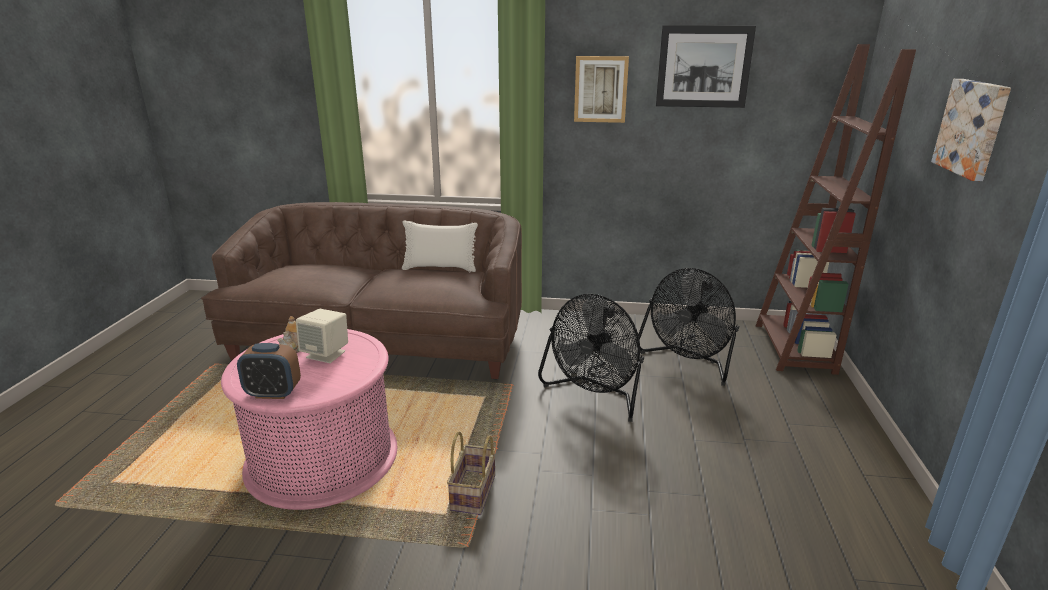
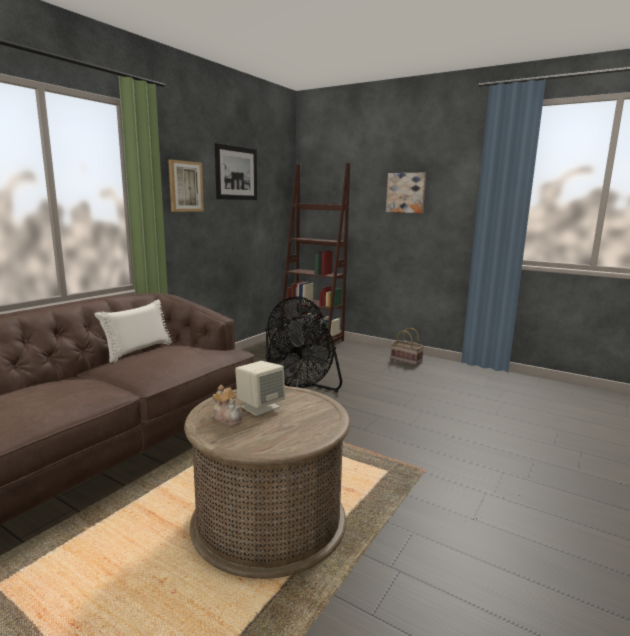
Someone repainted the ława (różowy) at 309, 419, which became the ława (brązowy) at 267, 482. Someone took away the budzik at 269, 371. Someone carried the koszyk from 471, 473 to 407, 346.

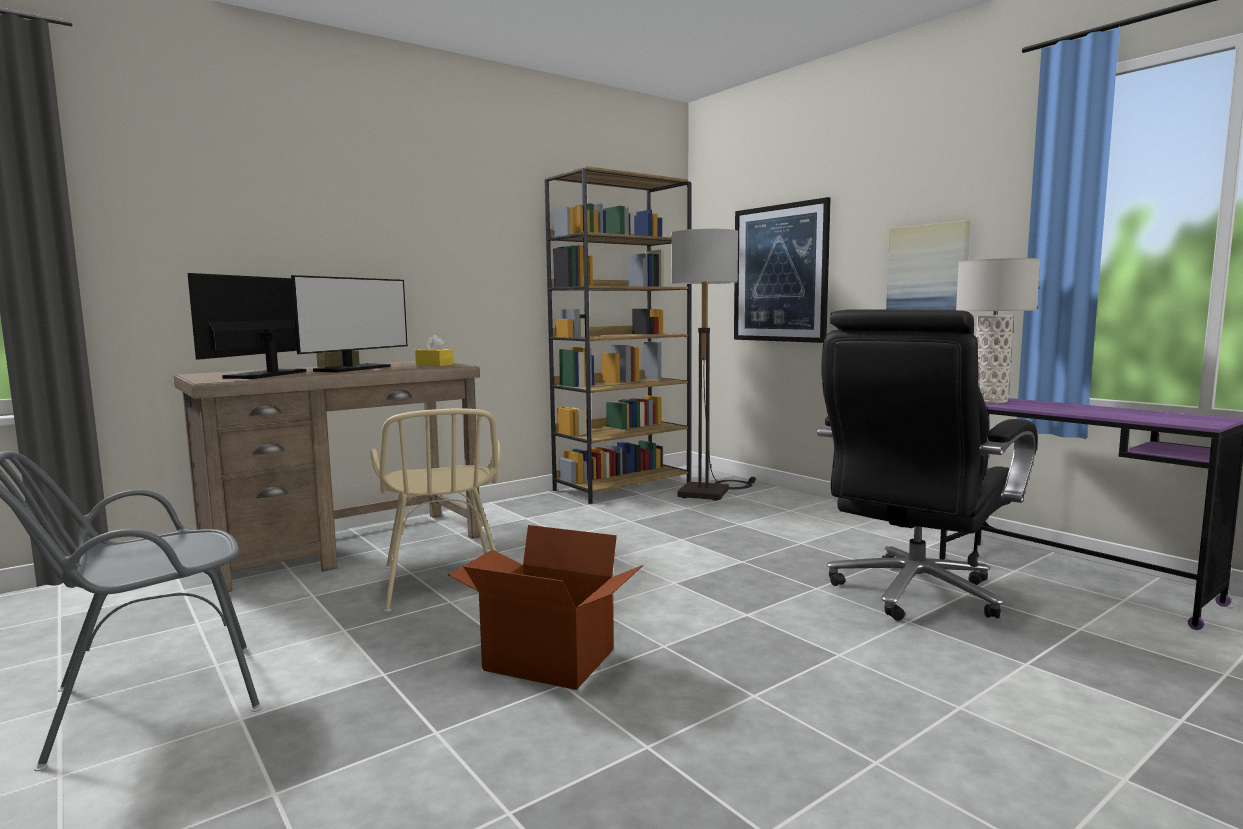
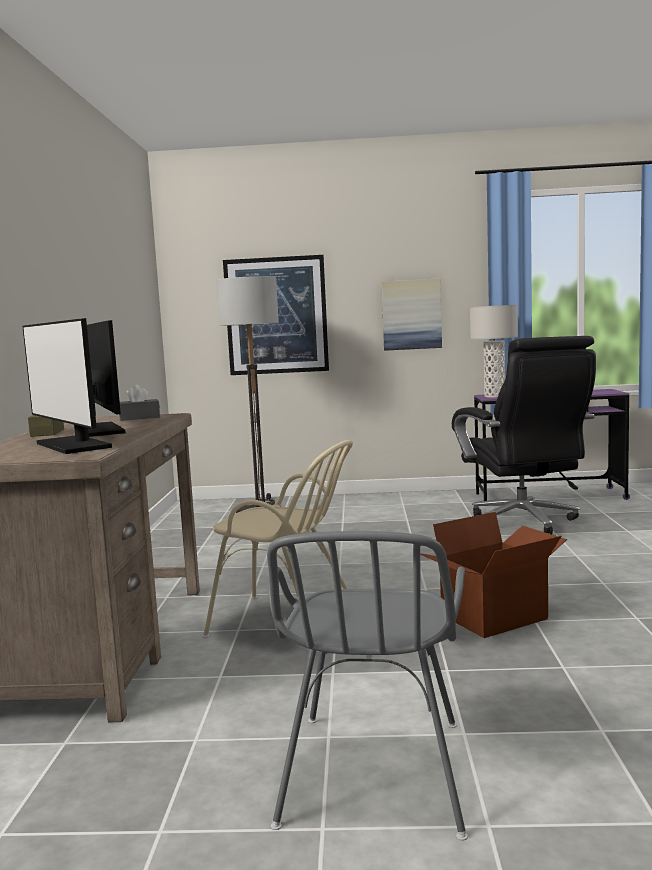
Someone repainted the pudełko chusteczek (żółty) at 434, 350, which became the pudełko chusteczek (szary) at 139, 403. Someone took away the regał (brązowy) at 618, 335.

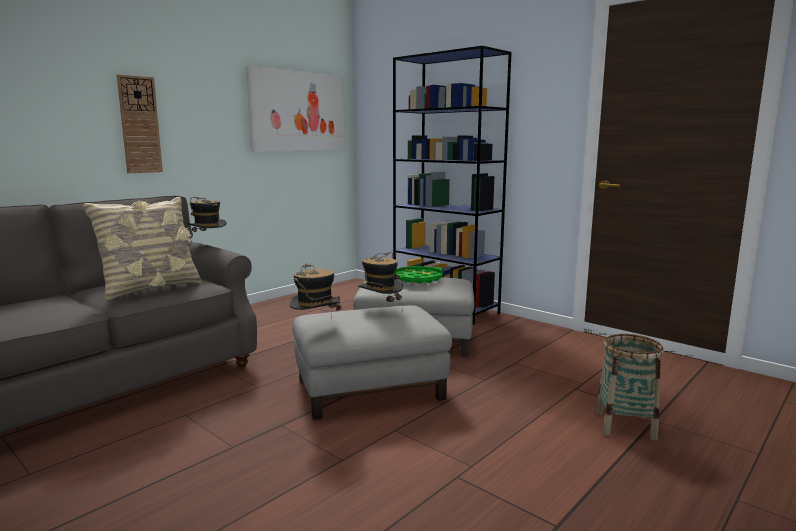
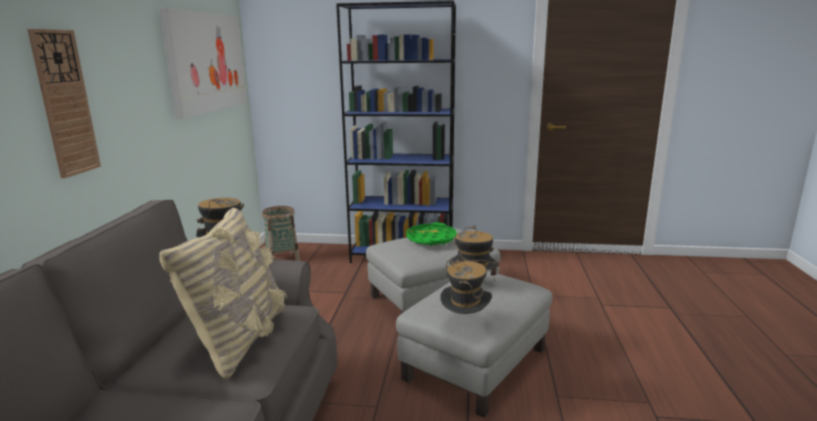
Someone carried the koszyk from 630, 387 to 281, 233.

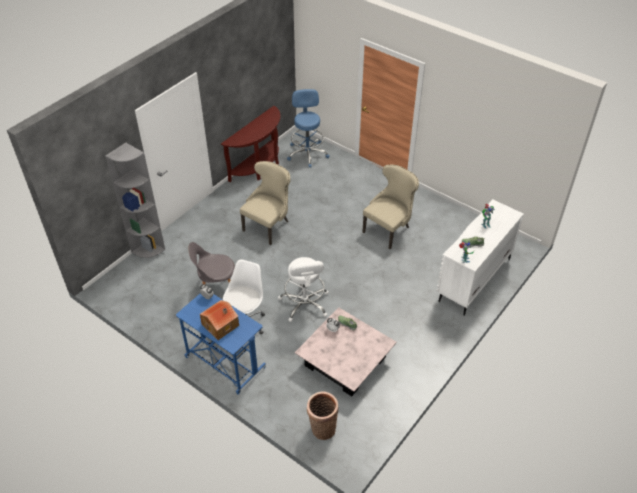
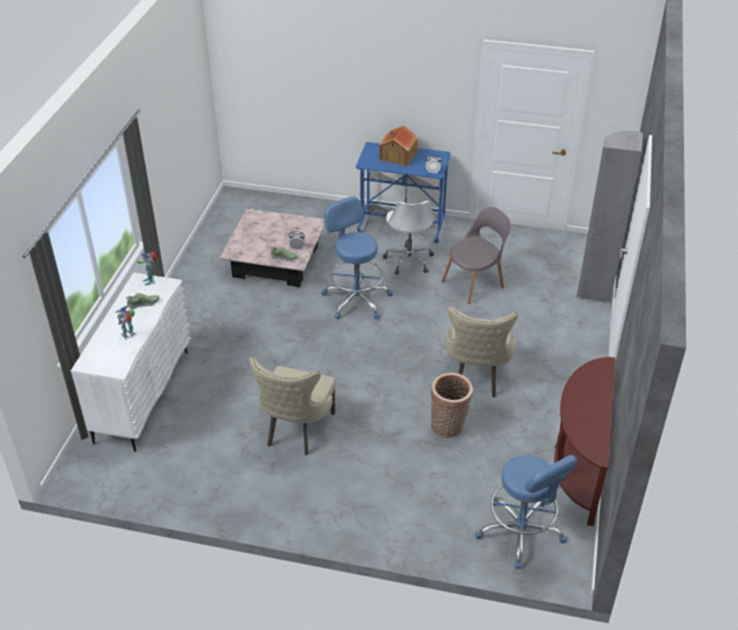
Someone repainted the stołek (biały) at 303, 289, which became the stołek (niebieski) at 357, 257. Someone carried the koszyk from 323, 415 to 452, 405.

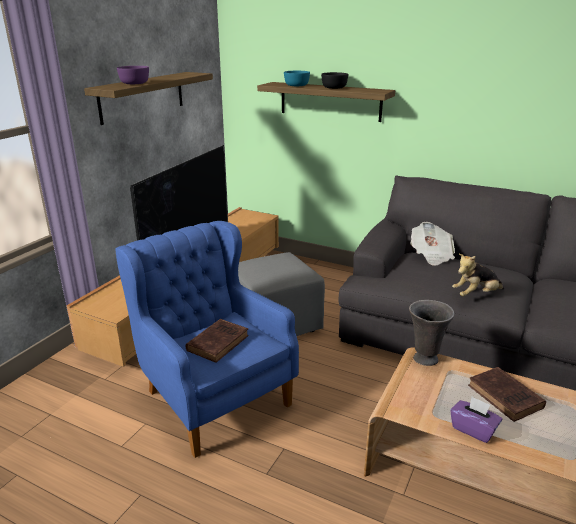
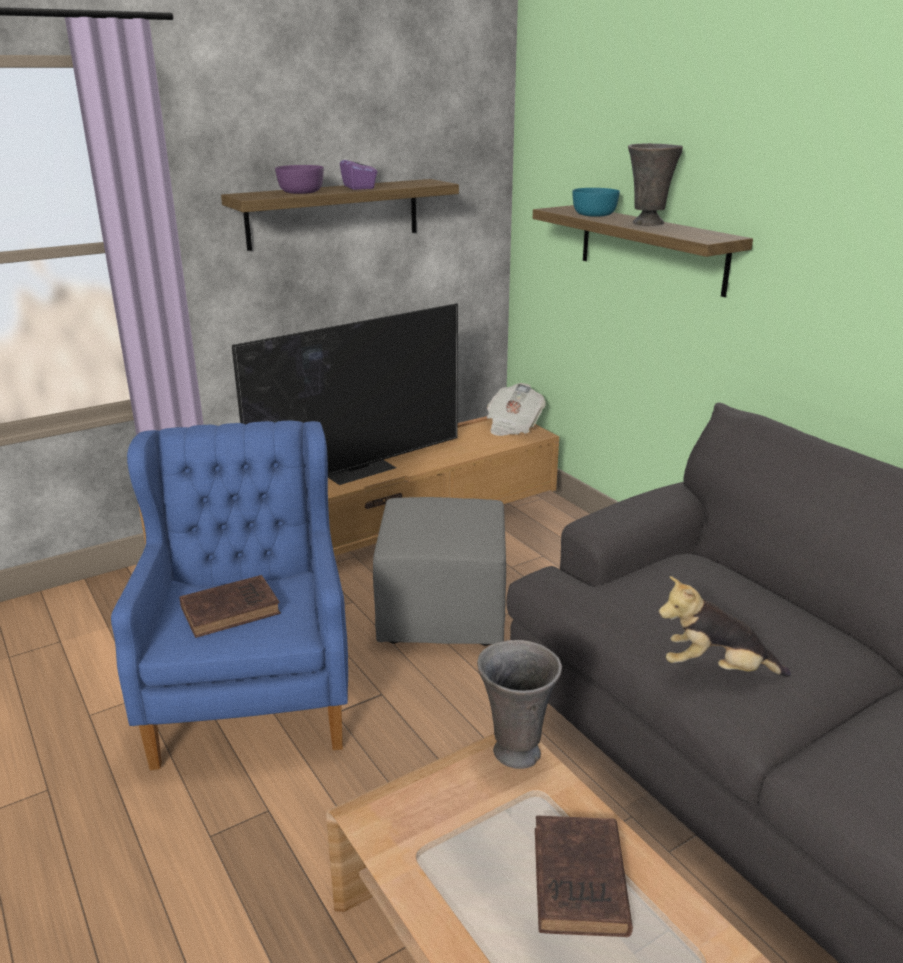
Someone swapped the miska (czarny) at 334, 80 for the wazon (szary) at 655, 184. Someone carried the gazeta from 433, 244 to 516, 409. Someone carried the pudełko chusteczek (fioletowy) from 476, 420 to 358, 170.

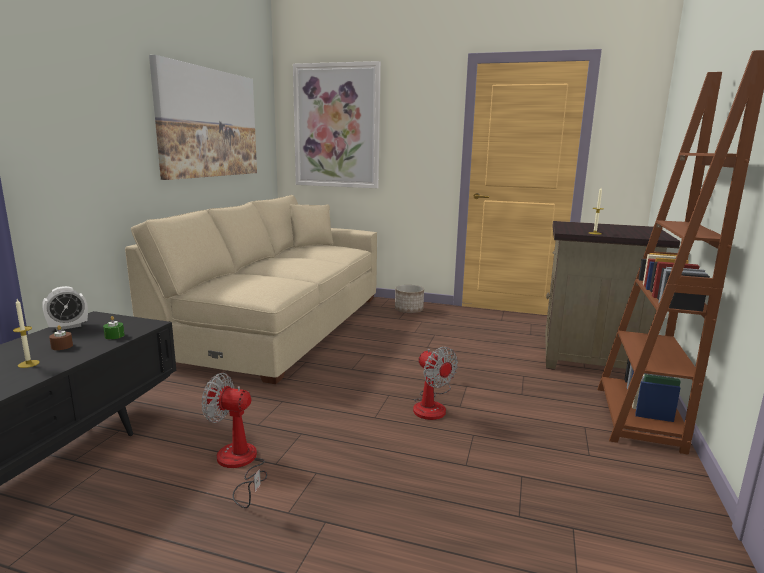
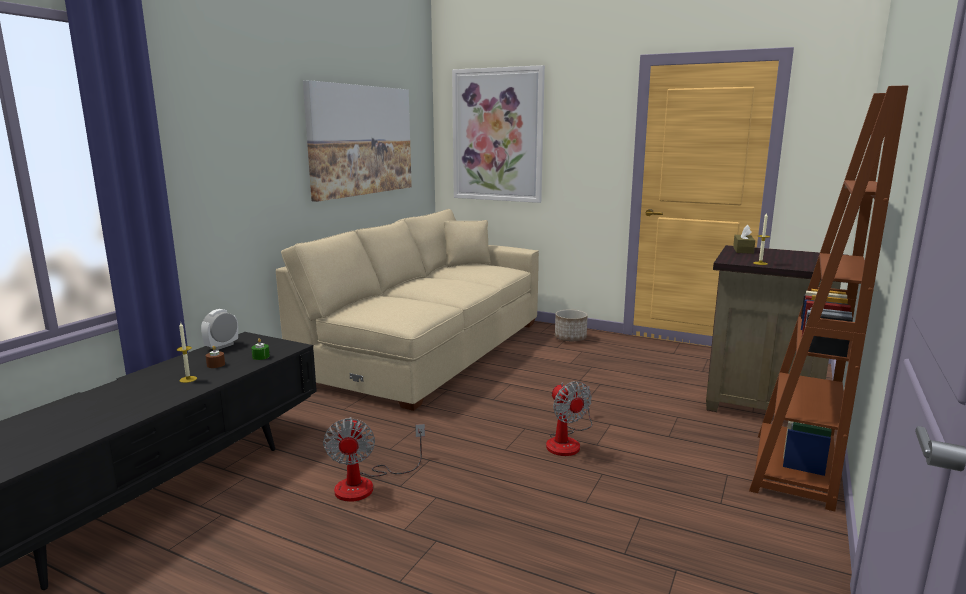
Someone rotated the budzik at 65, 308 by 150 degrees clockwise. Someone rotated the wentylator at 234, 440 by 120 degrees counterclockwise. Someone put down the pudełko chusteczek (brązowy) at 744, 239.

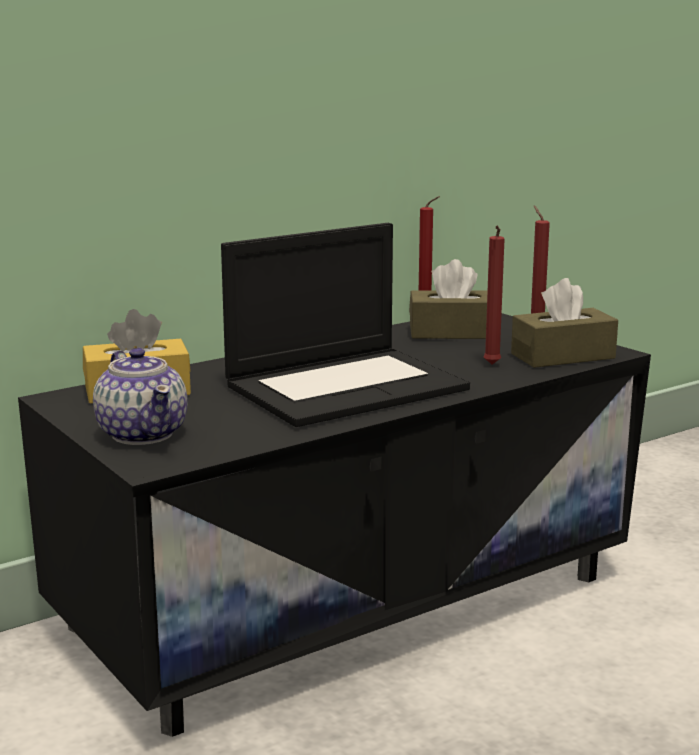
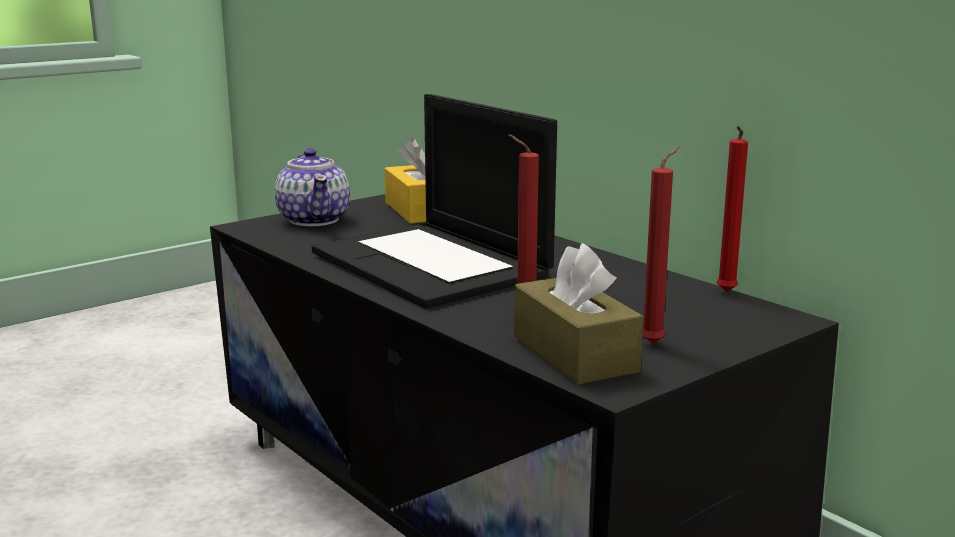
Someone rotated the imbryk at 140, 396 by 75 degrees counterclockwise. Someone took away the pudełko chusteczek (brązowy) at 448, 299.

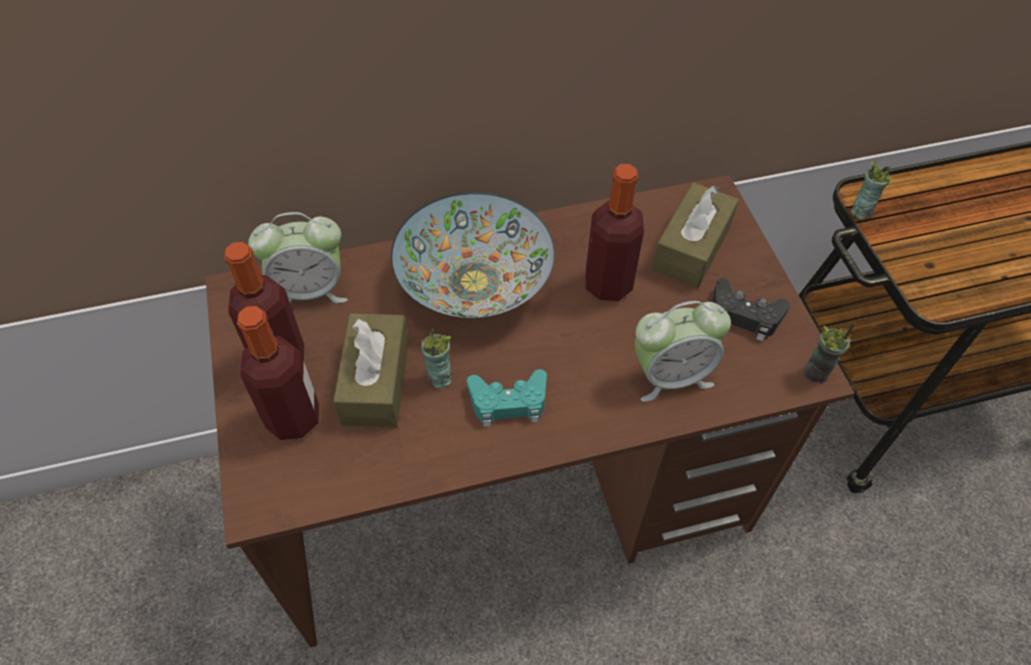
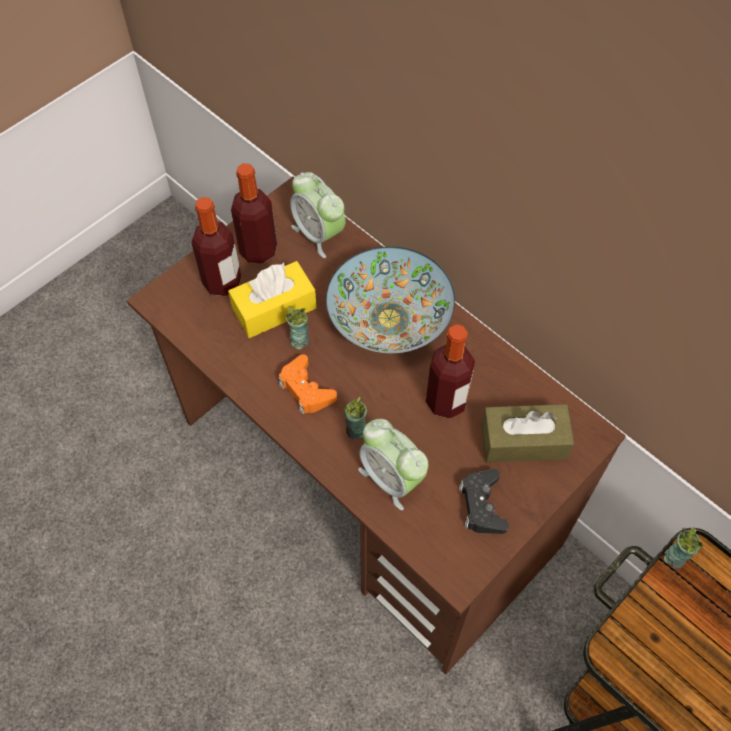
Someone repainted the pudełko chusteczek (brązowy) at 371, 370, which became the pudełko chusteczek (żółty) at 272, 299. Someone repainted the pad do gier (turkusowy) at 507, 398, which became the pad do gier (pomarańczowy) at 308, 384. Someone carried the filiżanka from 829, 352 to 355, 418.

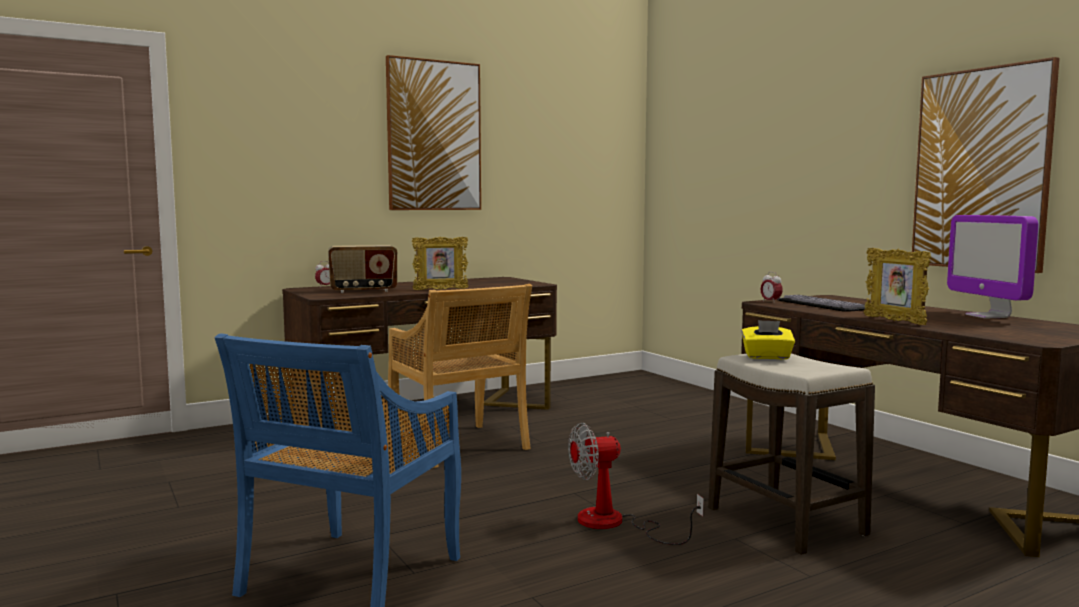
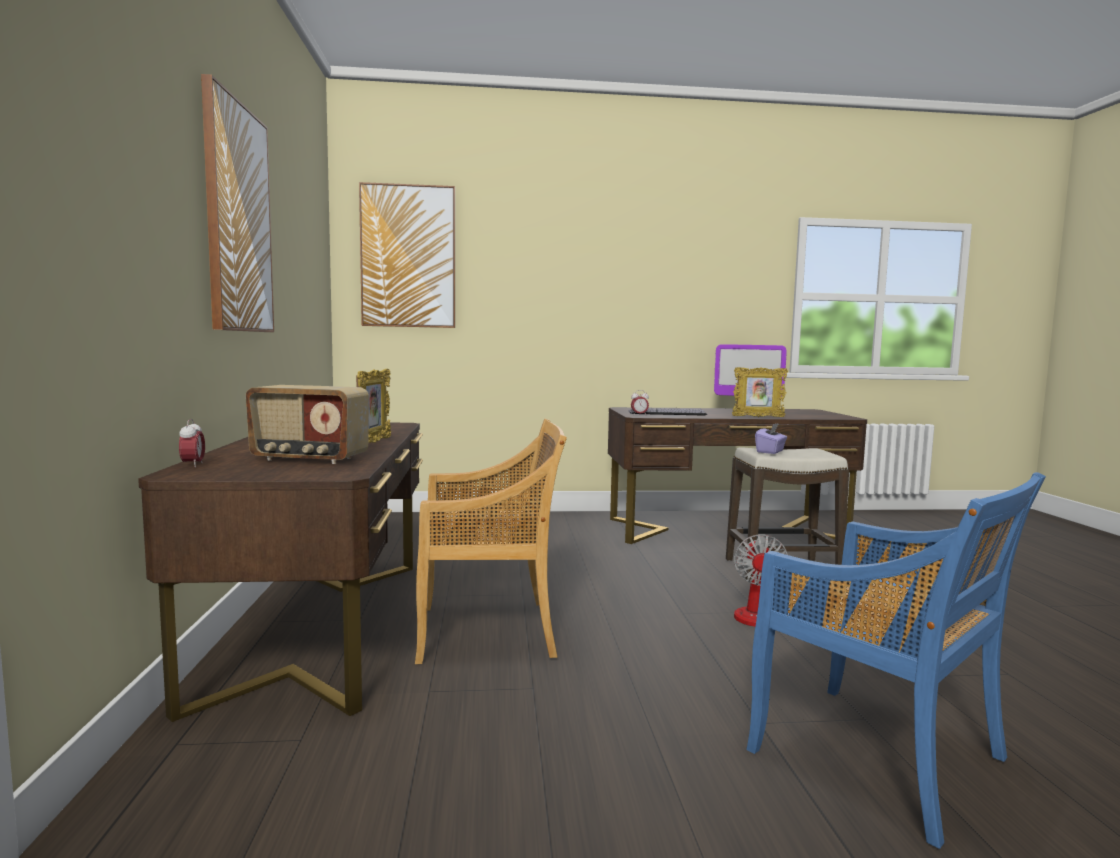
Someone rotated the radio at 362, 269 by 90 degrees clockwise. Someone repainted the pudełko chusteczek (żółty) at 768, 339, which became the pudełko chusteczek (fioletowy) at 771, 438. Someone carried the obraz from 986, 165 to 407, 255.

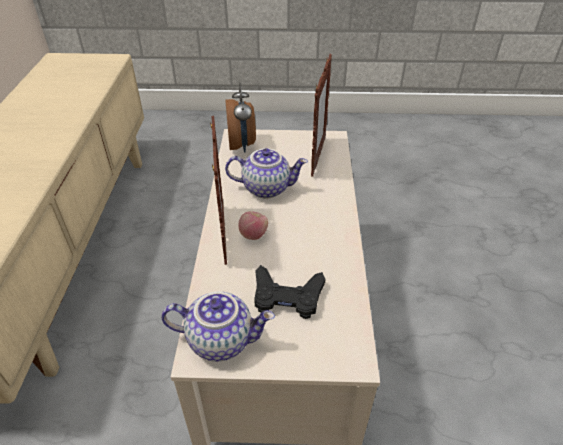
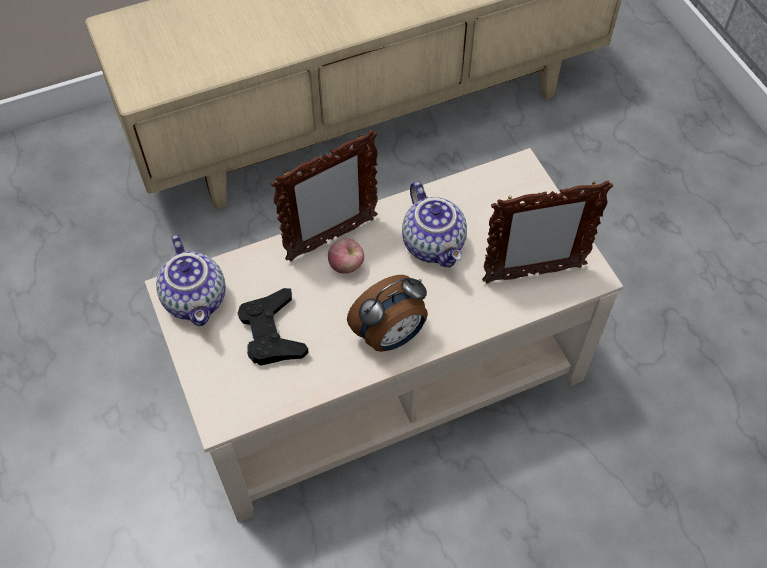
Someone carried the budzik from 240, 118 to 387, 313.

